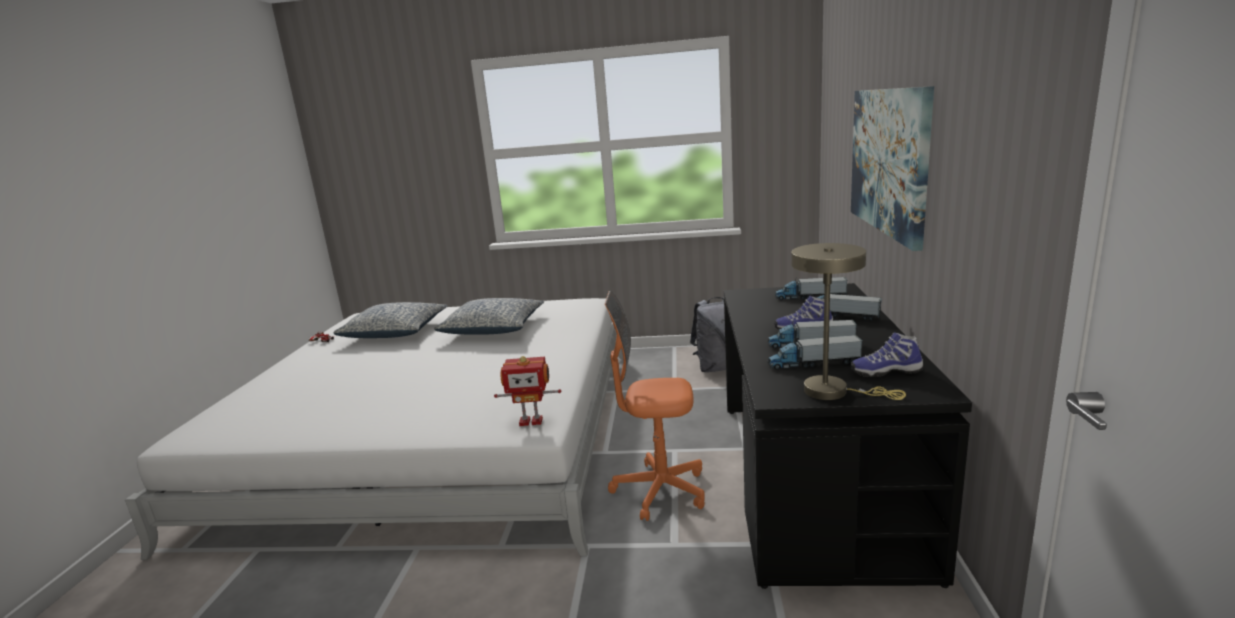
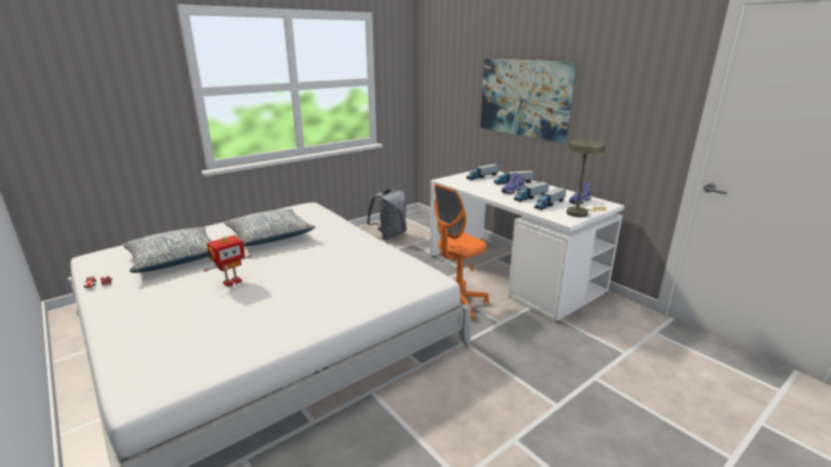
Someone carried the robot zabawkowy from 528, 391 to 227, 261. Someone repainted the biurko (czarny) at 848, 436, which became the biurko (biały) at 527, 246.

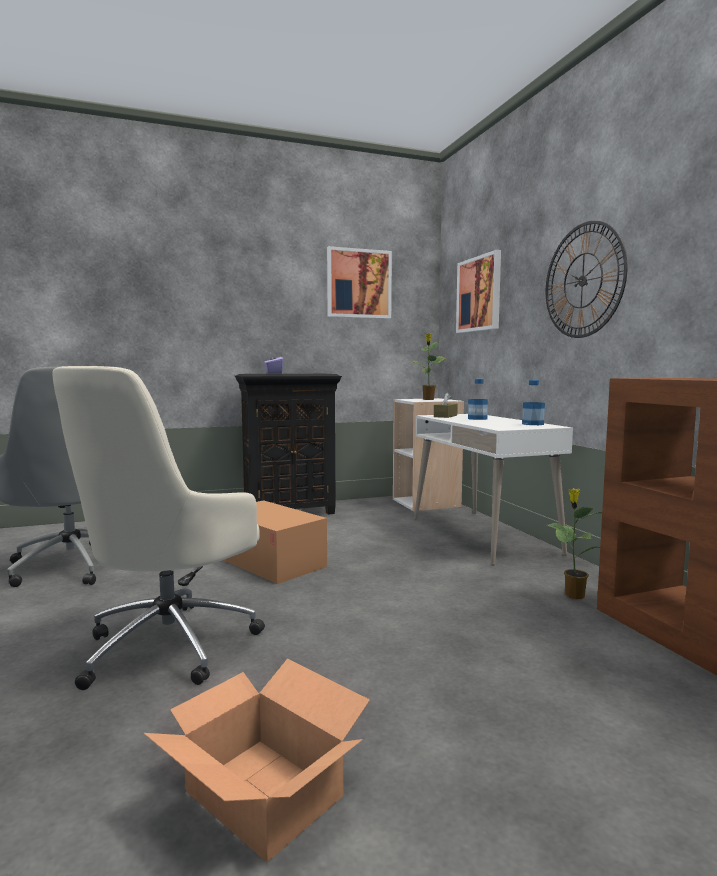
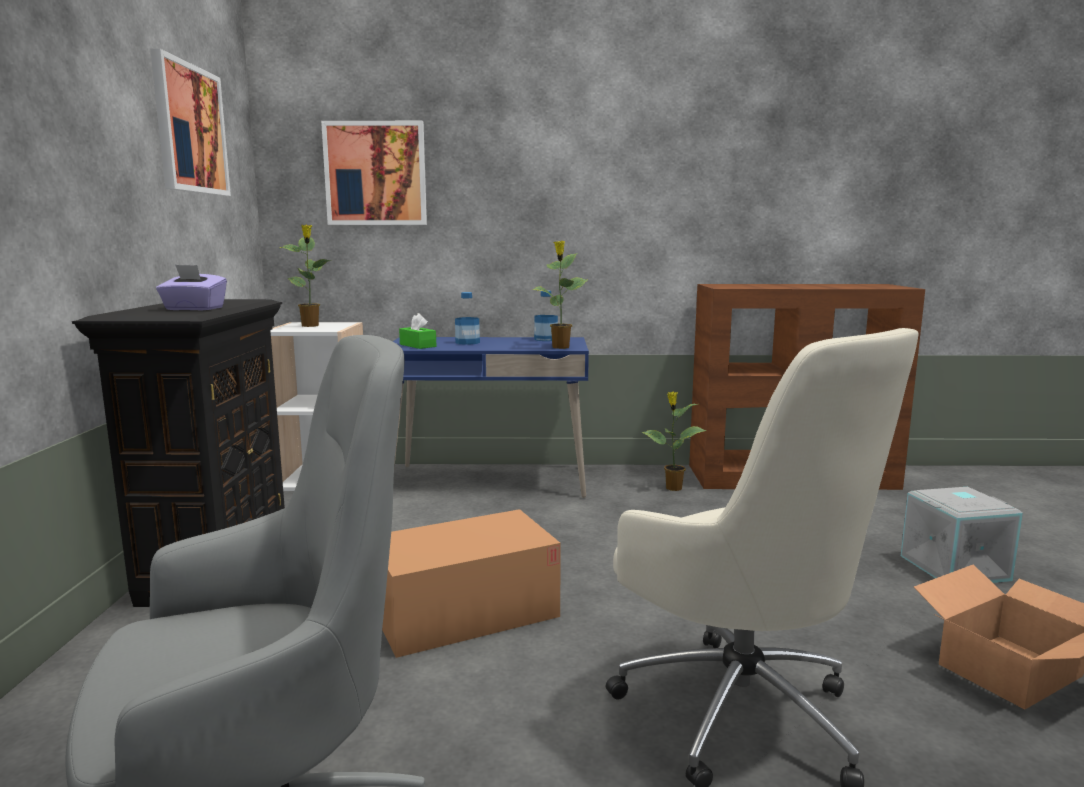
Someone repainted the biurko (biały) at 493, 490, which became the biurko (niebieski) at 491, 417. Someone repainted the pudełko chusteczek (brązowy) at 446, 405, which became the pudełko chusteczek (zielony) at 417, 331. Someone took away the zegar ścienny at 587, 279. Someone put down the roślina doniczkowa at 559, 295. Someone put down the pojemnik do przechowywania (szary) at 962, 535.

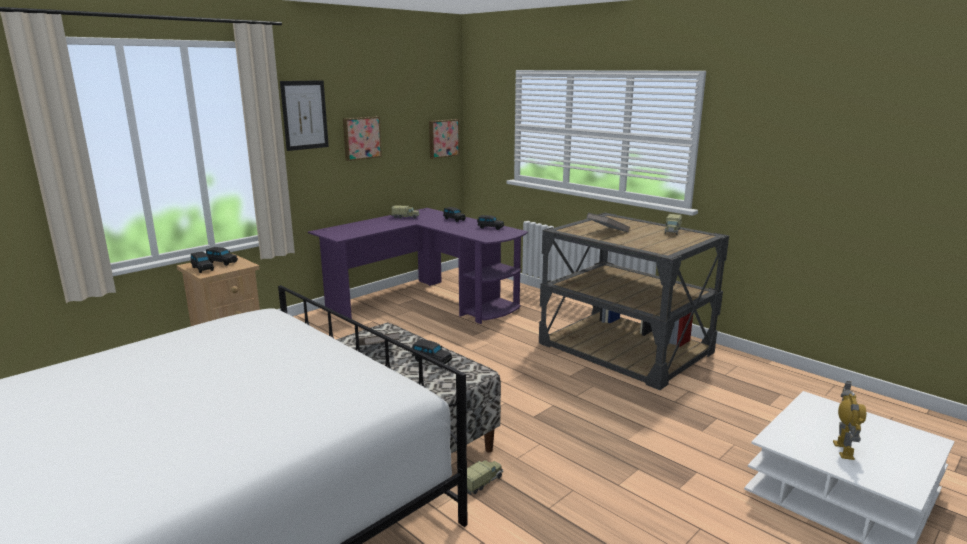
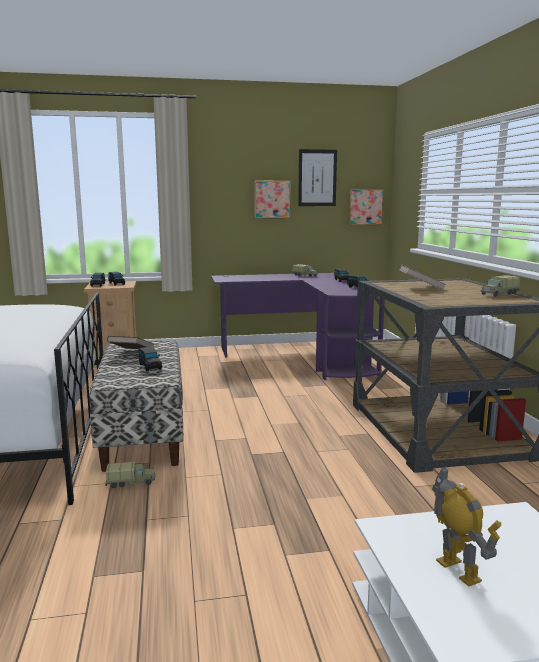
Someone carried the obraz from 304, 115 to 317, 177. Someone rotated the robot zabawkowy at 849, 420 by 75 degrees counterclockwise.

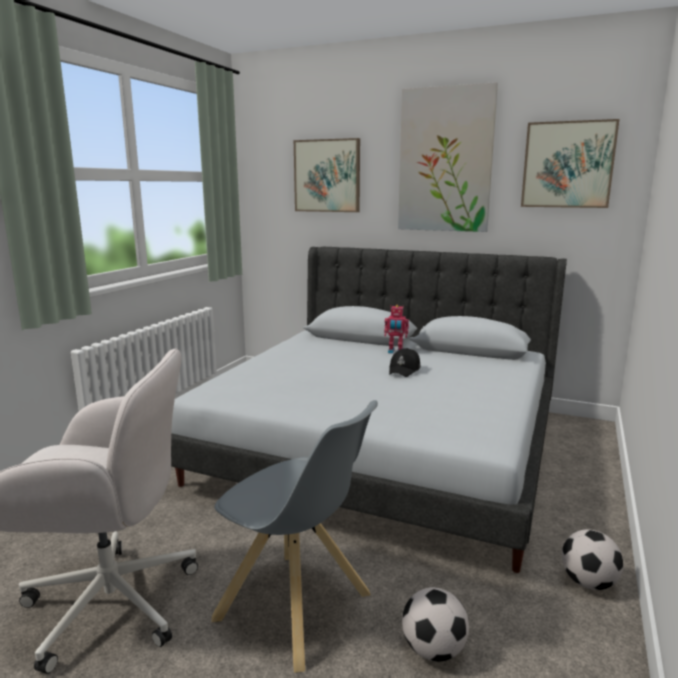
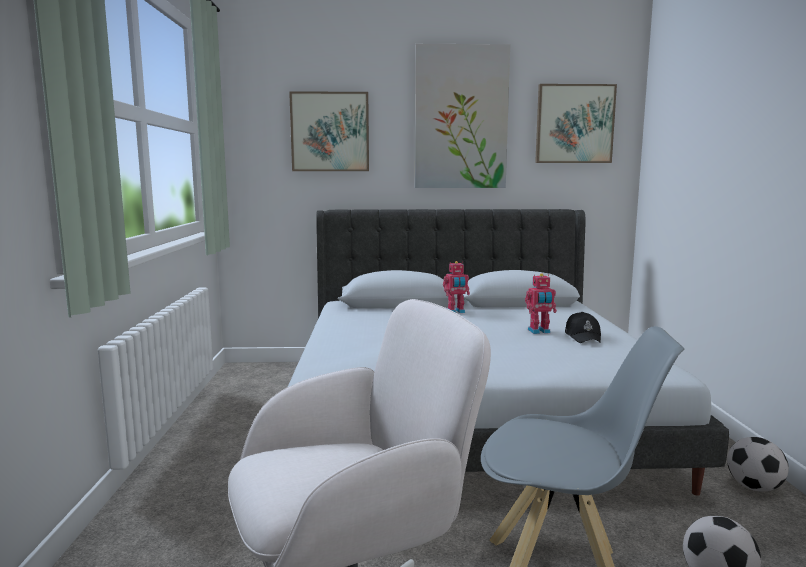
Someone carried the czapka z daszkiem (czarny) from 404, 362 to 583, 327. Someone put down the robot zabawkowy at 541, 303.

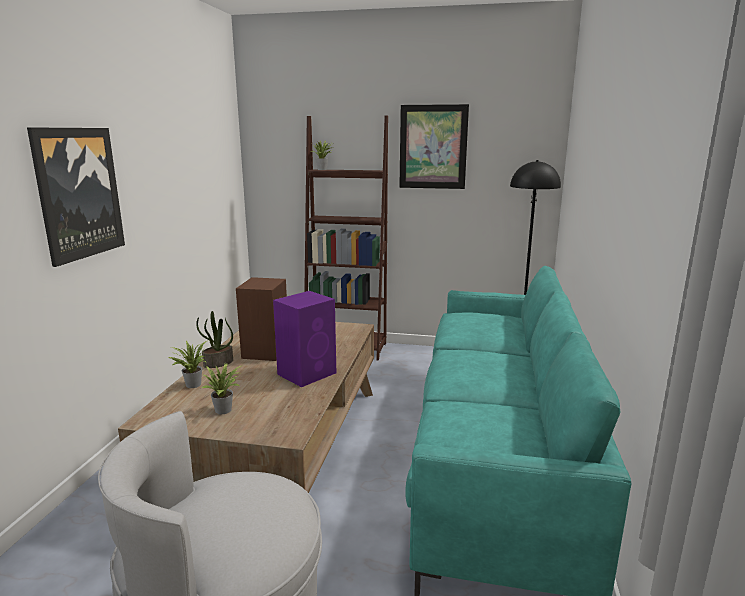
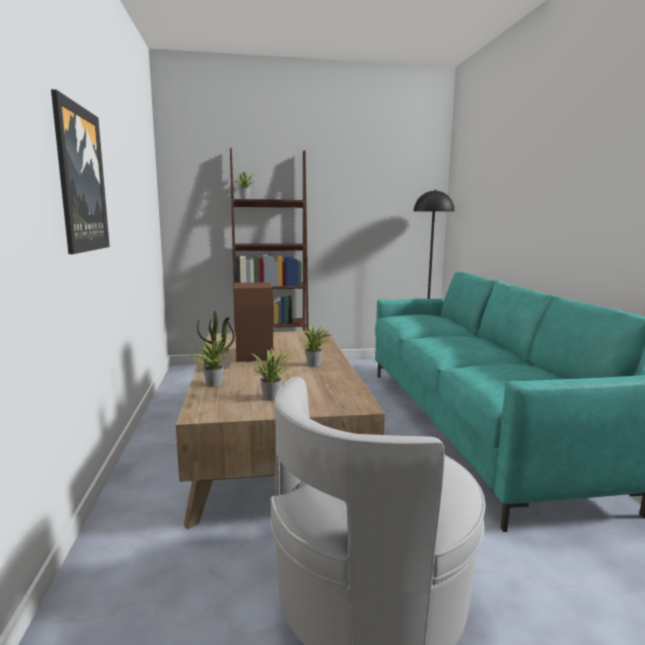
Someone swapped the głośnik (fioletowy) at 304, 339 for the roślina doniczkowa at 314, 346. Someone took away the obraz at 434, 146.

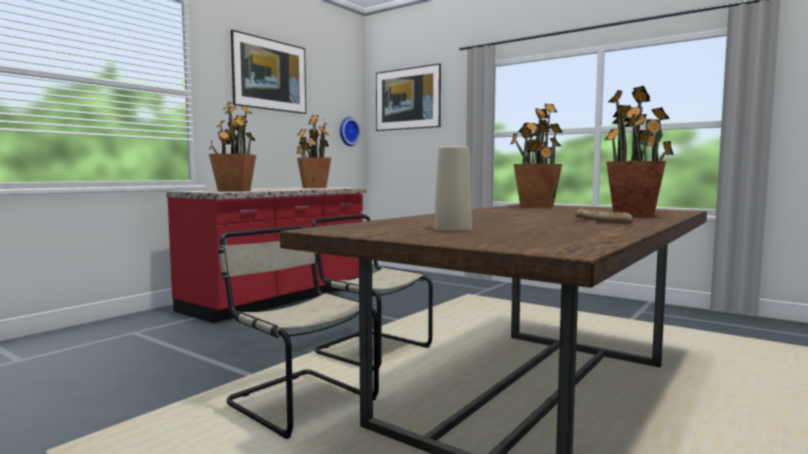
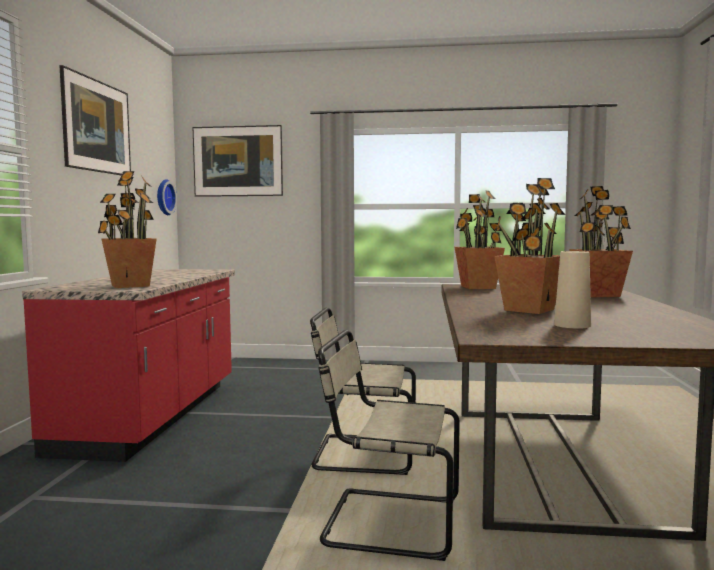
Someone carried the roślina doniczkowa from 313, 151 to 529, 246. Someone took away the chleb at 604, 216.

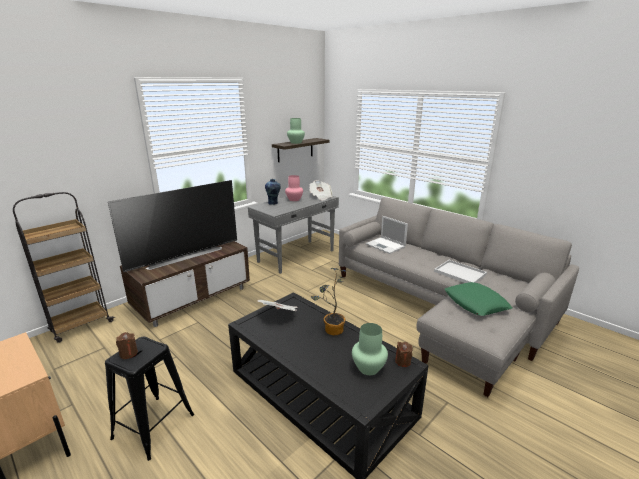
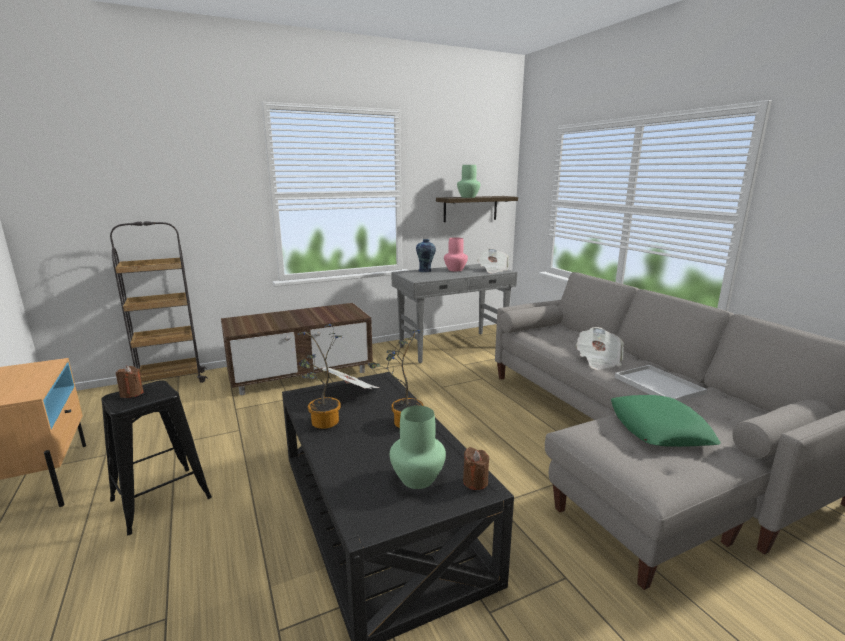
Someone took away the telewizor at 172, 226. Someone took away the laptop at 386, 235. Someone put down the roślina doniczkowa at 320, 376. Someone put down the gazeta at 600, 348.

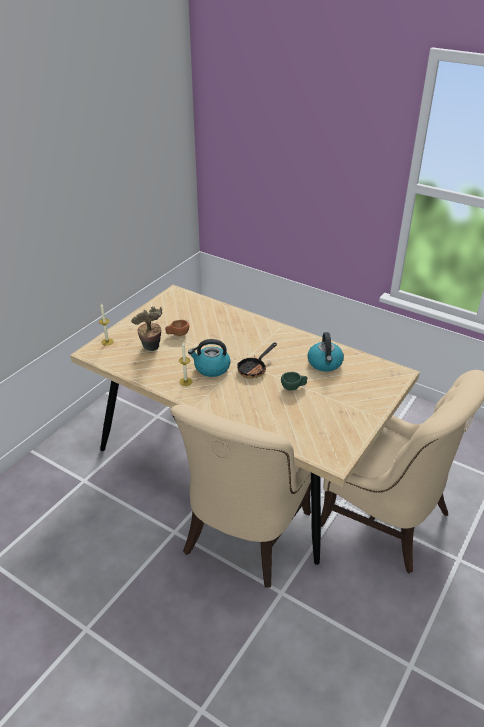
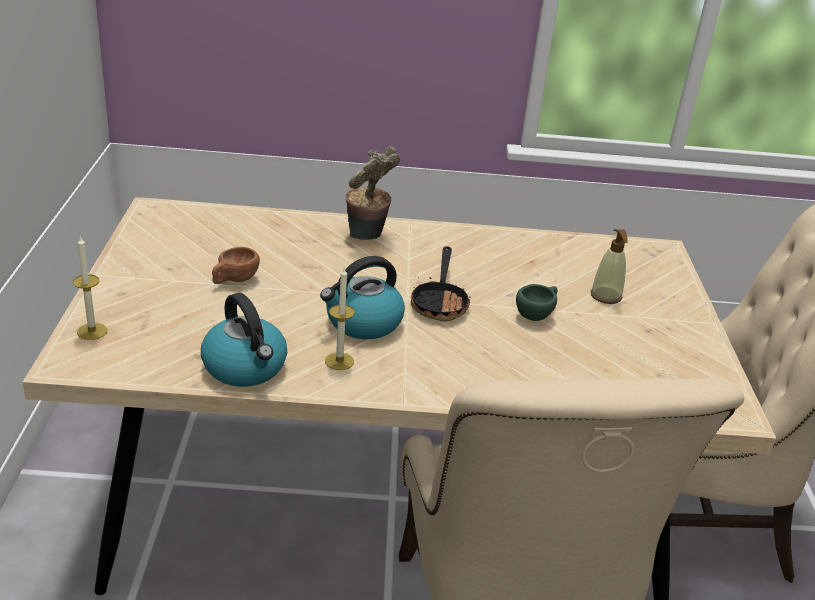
Someone carried the roślina doniczkowa from 146, 328 to 373, 193. Someone carried the czajnik from 326, 352 to 244, 340. Someone put down the dozownik mydła at 609, 266.

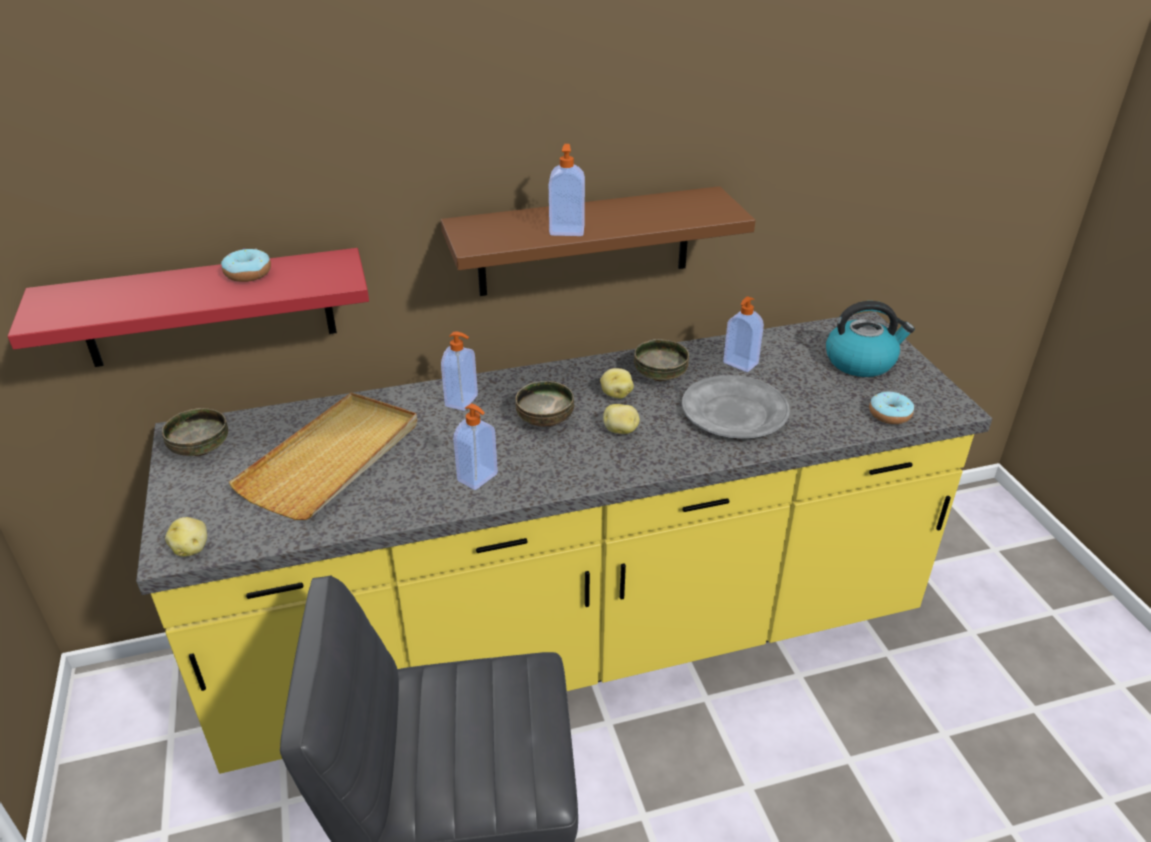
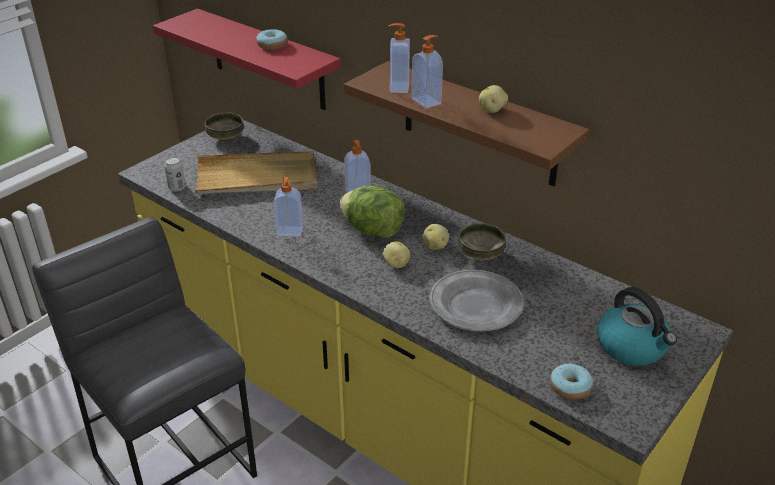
Someone carried the ziemniak from 186, 537 to 493, 99. Someone swapped the miska at 544, 403 for the sałata at 372, 212. Someone carried the dozownik mydła from 743, 334 to 399, 58. Someone put down the puszka at 175, 174.

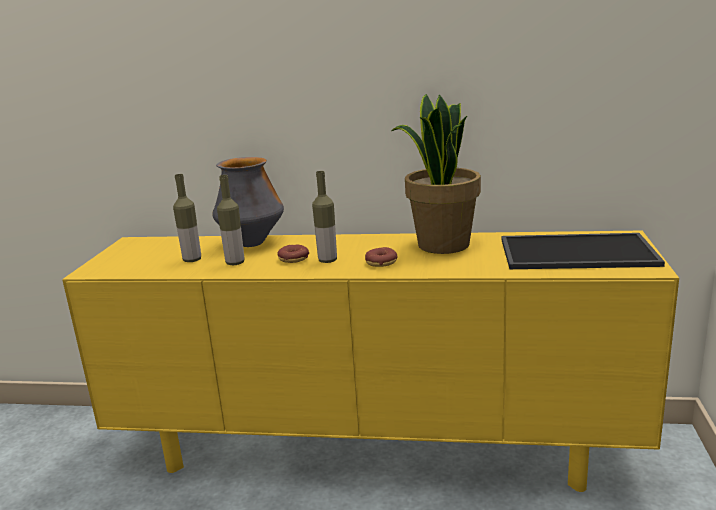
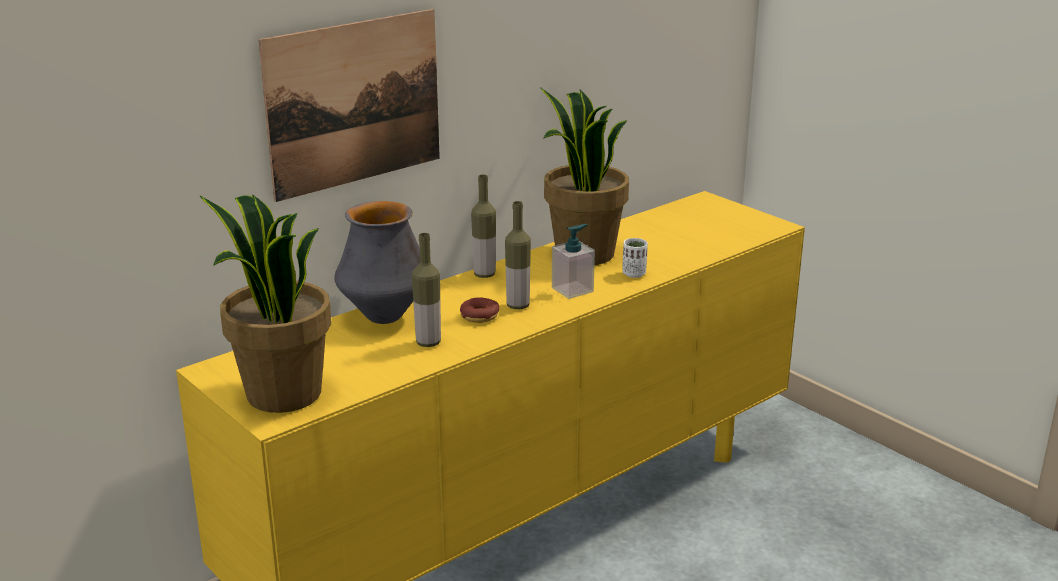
Someone carried the butelka from 187, 218 to 483, 226. Someone swapped the donut at 381, 257 for the dozownik mydła at 573, 261. Someone took away the taca at 583, 251. Someone put down the roślina doniczkowa at 265, 303. Someone put up the obraz at 349, 105. Someone put down the filiżanka (biały) at 635, 258.

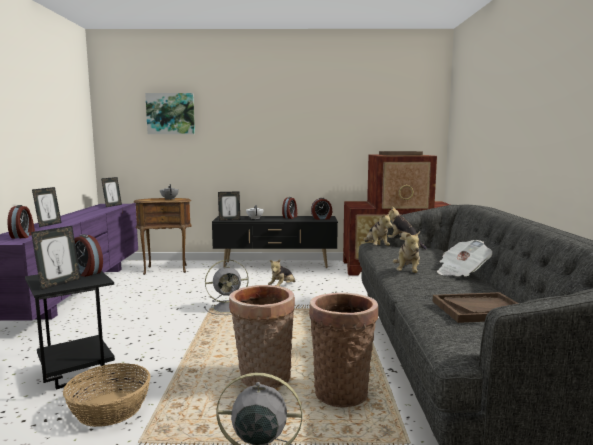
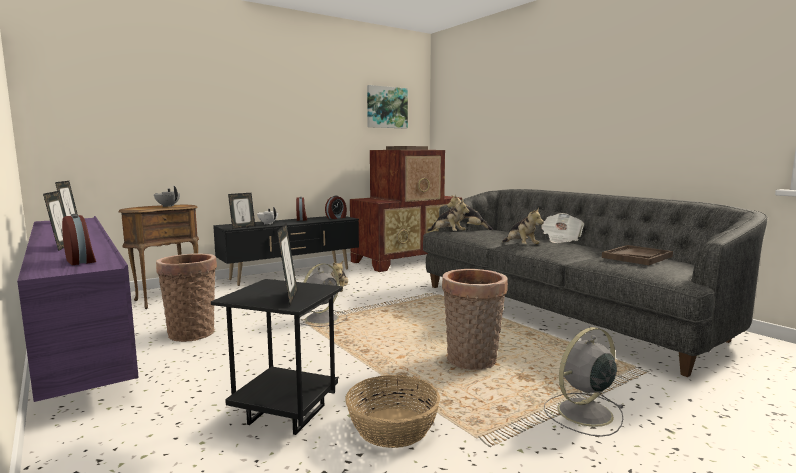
Someone took away the budzik at 88, 255. Someone carried the obraz from 170, 113 to 387, 107. Someone carried the koszyk from 343, 350 to 186, 297.

